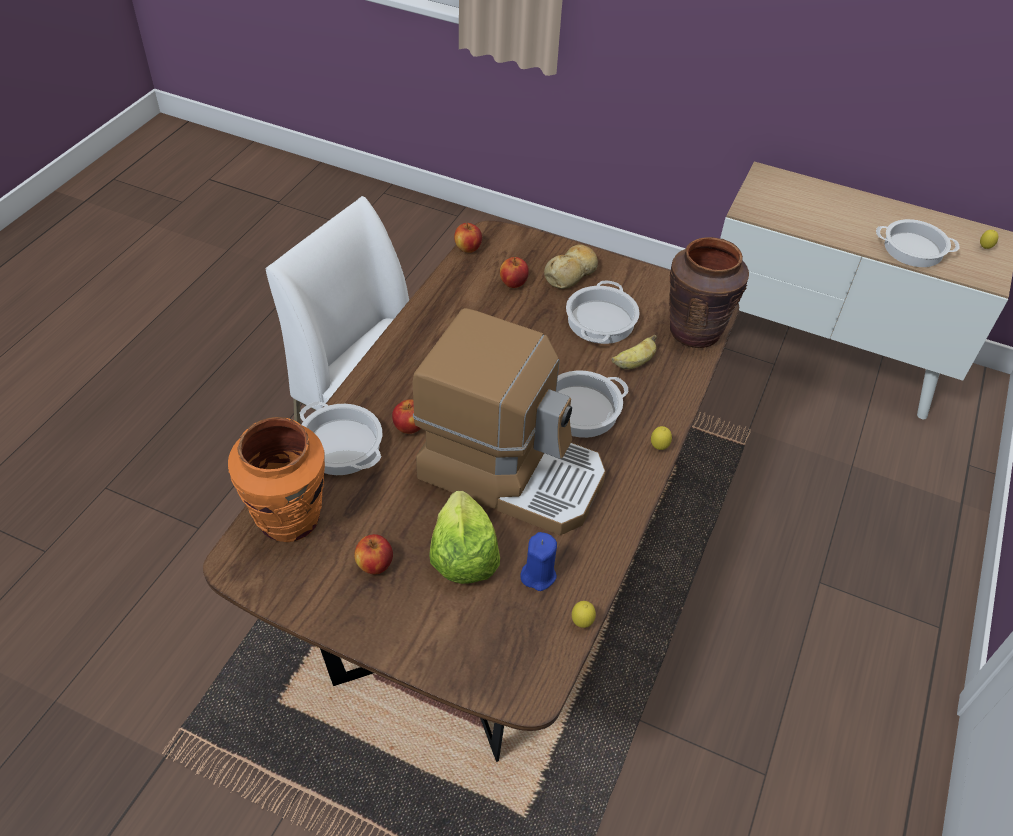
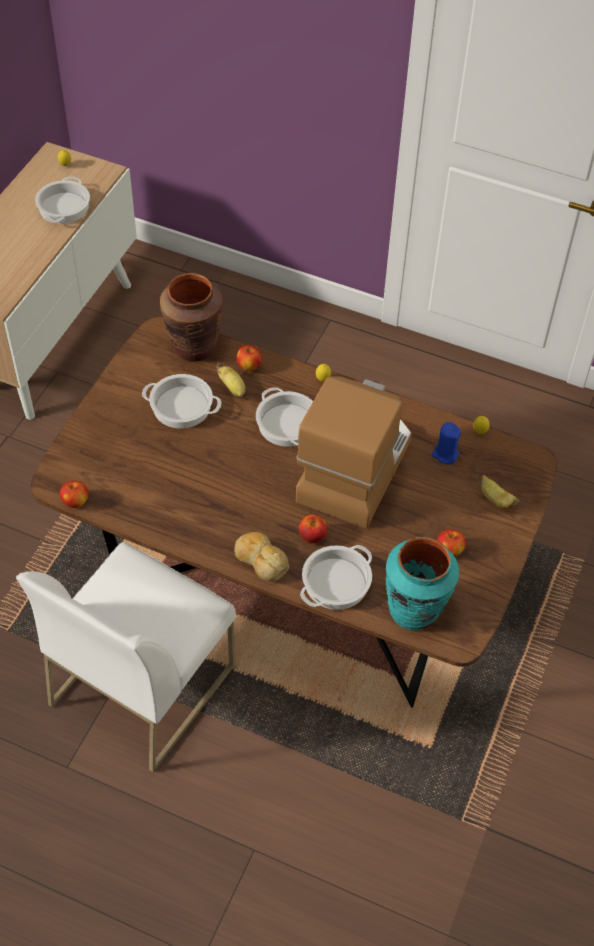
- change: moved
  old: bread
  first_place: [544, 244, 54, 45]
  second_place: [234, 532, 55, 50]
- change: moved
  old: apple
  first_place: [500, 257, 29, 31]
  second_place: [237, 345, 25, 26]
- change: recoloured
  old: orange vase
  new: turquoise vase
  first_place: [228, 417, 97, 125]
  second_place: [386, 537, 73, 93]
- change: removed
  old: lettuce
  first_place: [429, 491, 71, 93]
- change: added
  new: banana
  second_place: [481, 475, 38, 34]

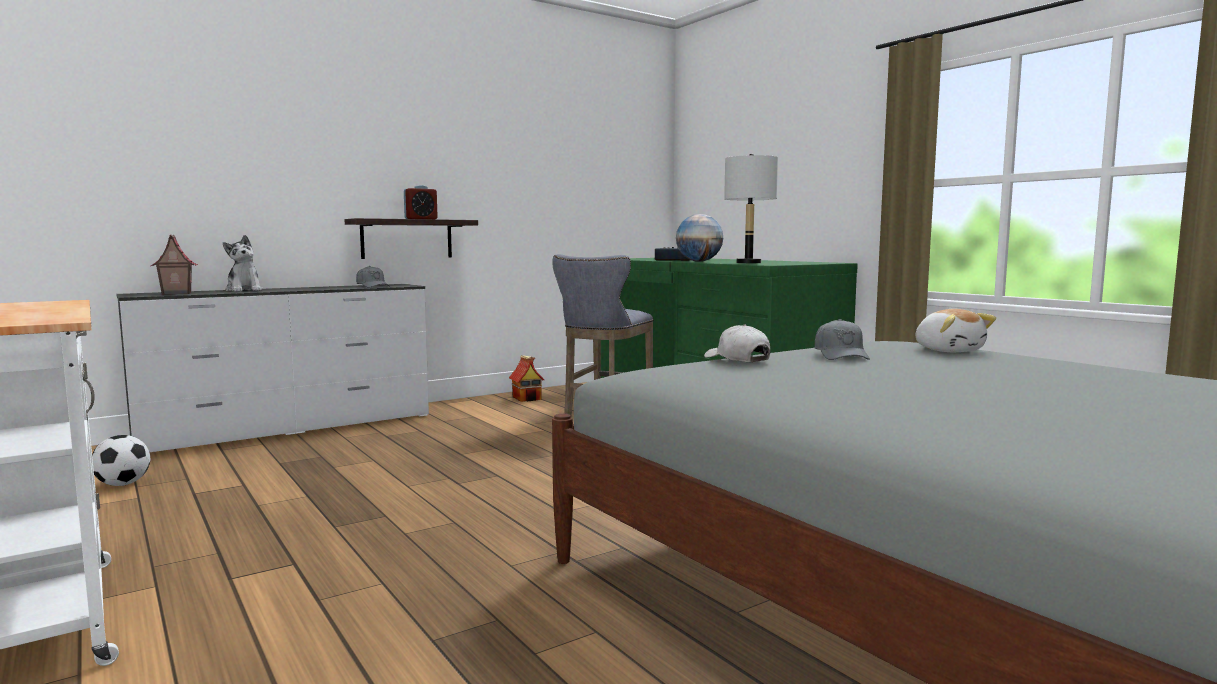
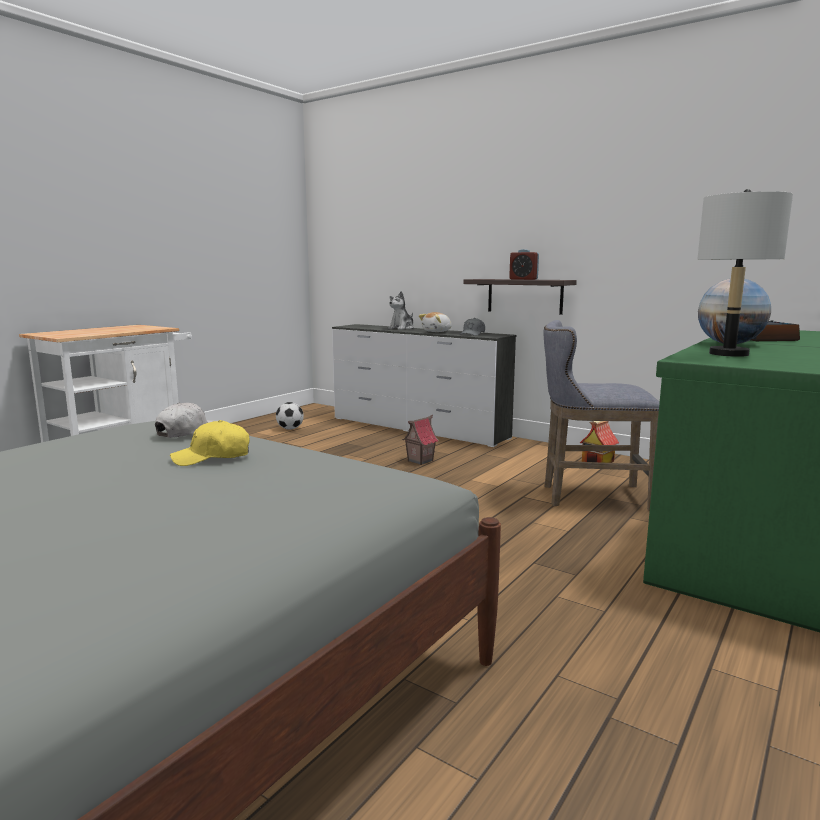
- change: moved
  old: toy house
  first_place: [150, 234, 47, 61]
  second_place: [402, 415, 37, 50]
- change: moved
  old: plush toy
  first_place: [916, 309, 80, 43]
  second_place: [419, 312, 33, 20]
- change: recoloured
  old: grey cap
  new: yellow cap
  first_place: [815, 319, 55, 41]
  second_place: [170, 420, 80, 46]

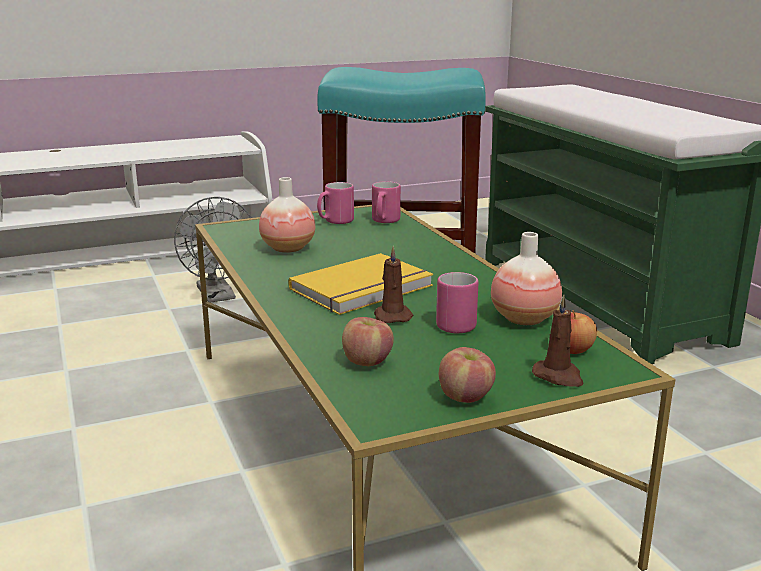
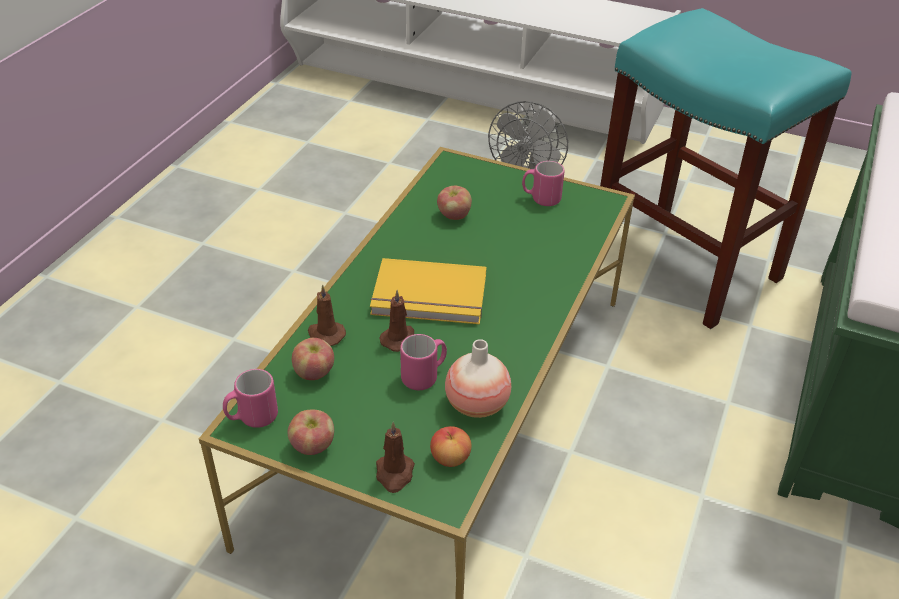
- change: replaced
  old: vase
  new: apple
  first_place: [259, 177, 56, 76]
  second_place: [437, 186, 35, 34]
- change: moved
  old: pink mug
  first_place: [372, 181, 29, 42]
  second_place: [223, 369, 55, 59]
- change: added
  new: brown candle
  second_place: [308, 285, 38, 61]

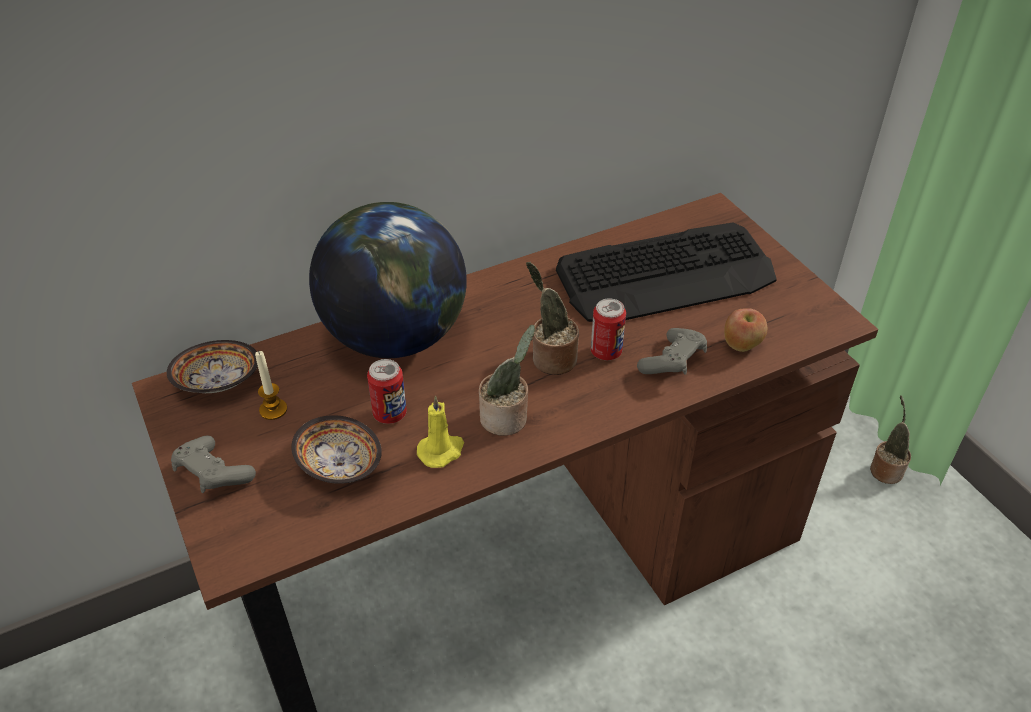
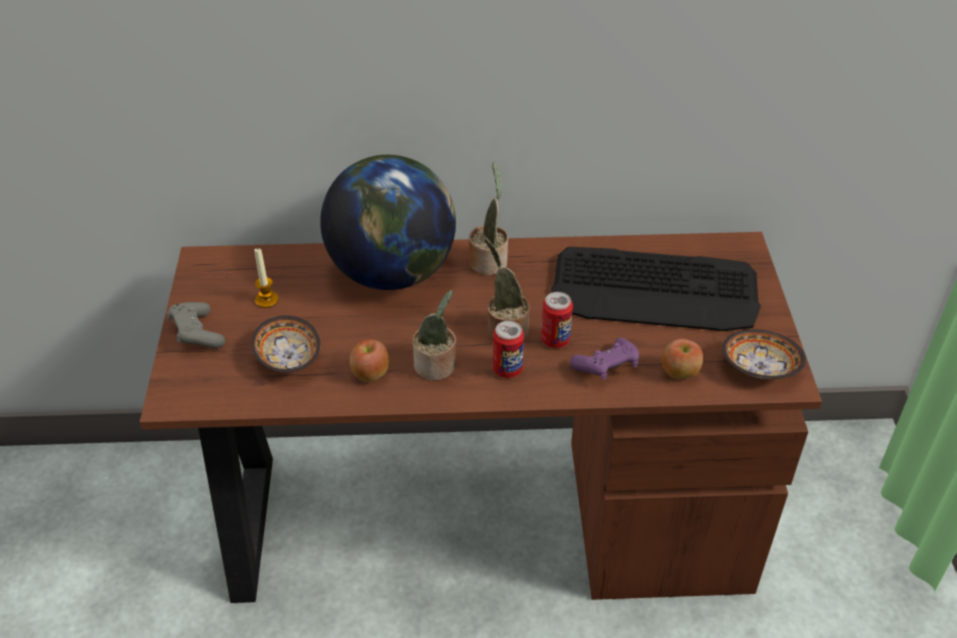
- change: recoloured
  old: grey game controller
  new: purple game controller
  first_place: [637, 328, 70, 47]
  second_place: [570, 338, 69, 42]
- change: moved
  old: bowl
  first_place: [167, 340, 91, 53]
  second_place: [722, 330, 84, 49]
- change: moved
  old: can
  first_place: [367, 359, 40, 65]
  second_place: [493, 321, 31, 57]
- change: replaced
  old: yellow candle
  new: apple
  first_place: [417, 395, 47, 73]
  second_place: [350, 339, 39, 43]
- change: moved
  old: potted plant
  first_place: [870, 395, 41, 89]
  second_place: [469, 162, 39, 113]

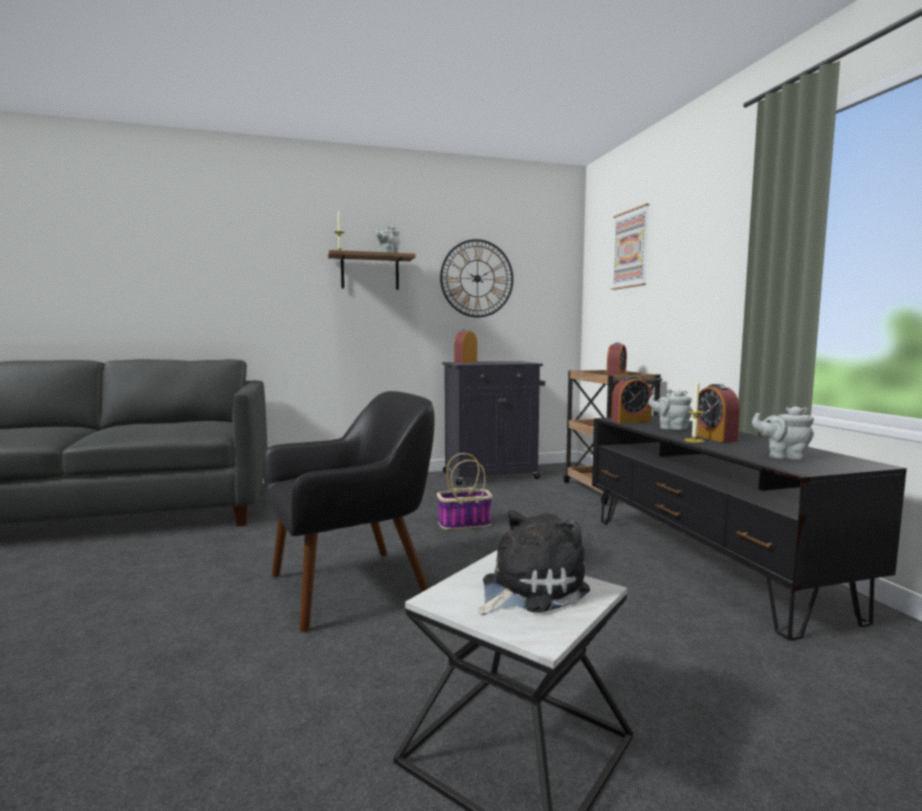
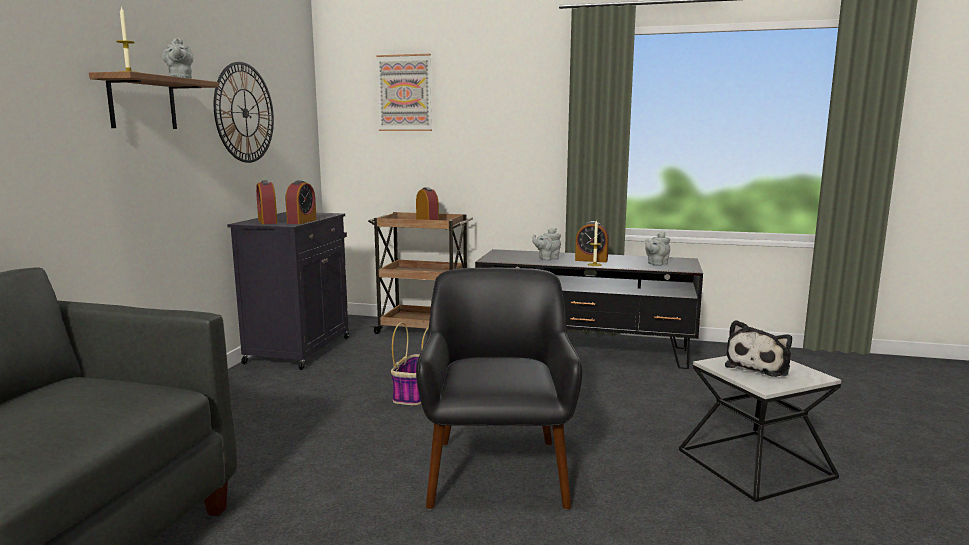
- change: moved
  old: alarm clock
  first_place: [611, 376, 41, 47]
  second_place: [286, 180, 31, 44]
- change: turned
  old: plush toy
  first_place: [478, 510, 112, 105]
  second_place: [725, 320, 67, 57]
  degrees: -135

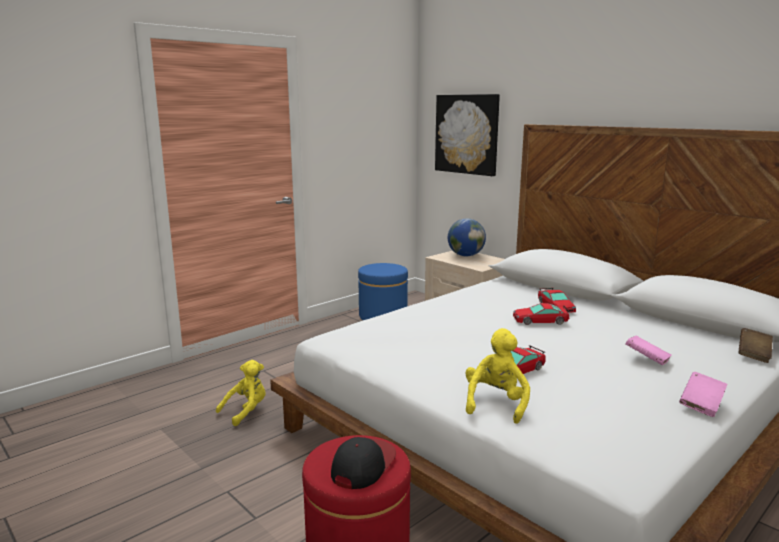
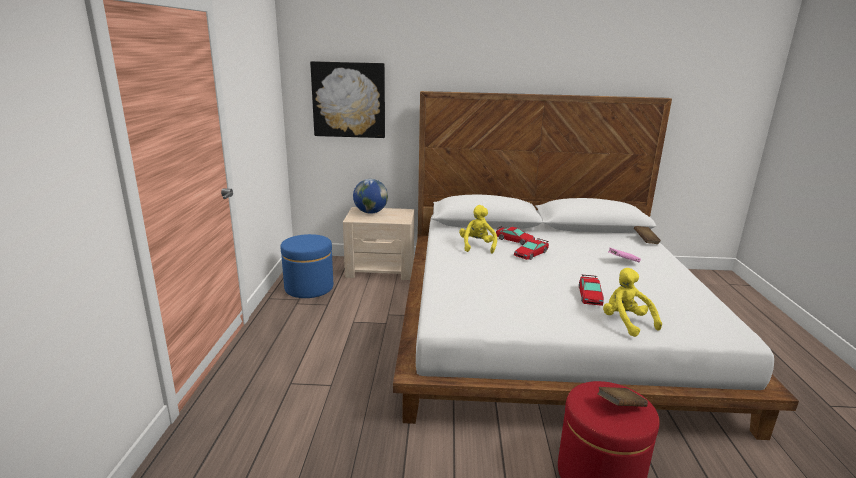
- change: moved
  old: yellow plush toy
  first_place: [216, 360, 50, 66]
  second_place: [459, 205, 38, 49]
- change: removed
  old: pink book
  first_place: [679, 372, 49, 45]
- change: replaced
  old: cap
  new: brown book
  first_place: [331, 437, 65, 52]
  second_place: [597, 387, 51, 20]

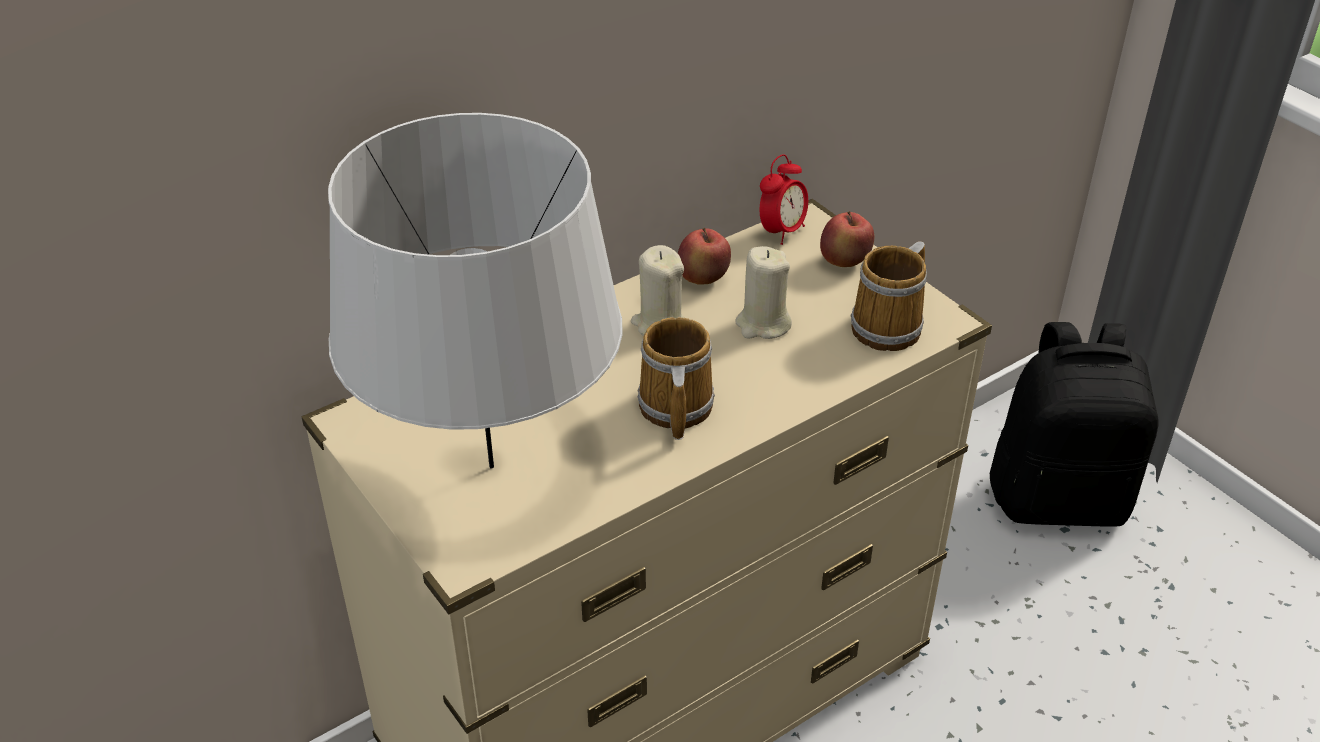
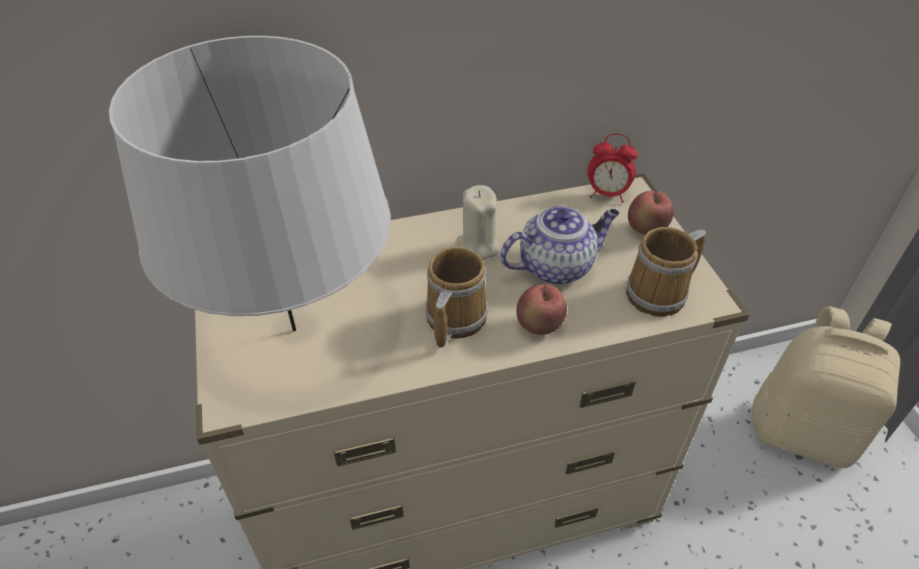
- change: turned
  old: alarm clock
  first_place: [759, 154, 49, 91]
  second_place: [588, 133, 50, 70]
  degrees: 45
- change: moved
  old: apple
  first_place: [678, 228, 53, 57]
  second_place: [516, 284, 51, 51]
- change: replaced
  old: beige candle
  new: teapot
  first_place: [735, 246, 57, 93]
  second_place: [500, 205, 119, 80]
- change: recoloured
  old: black backpack
  new: beige backpack
  first_place: [990, 322, 169, 205]
  second_place: [752, 306, 148, 162]

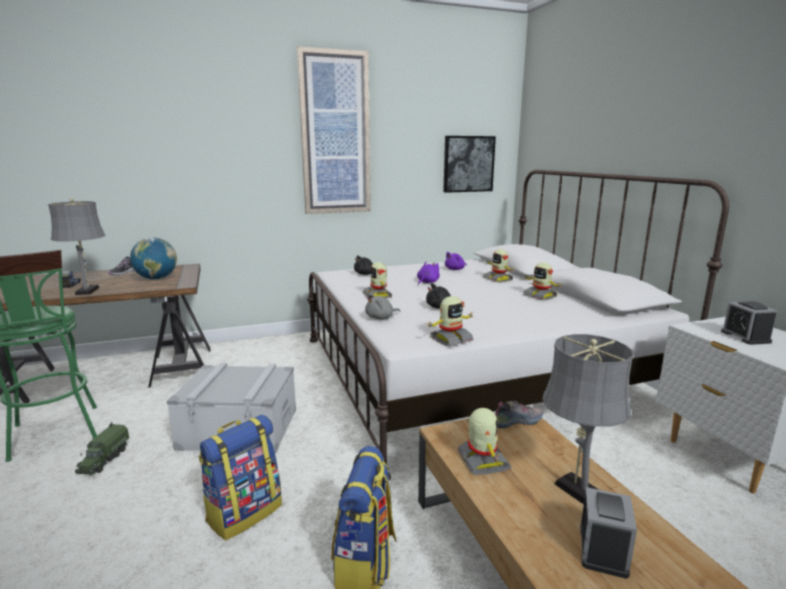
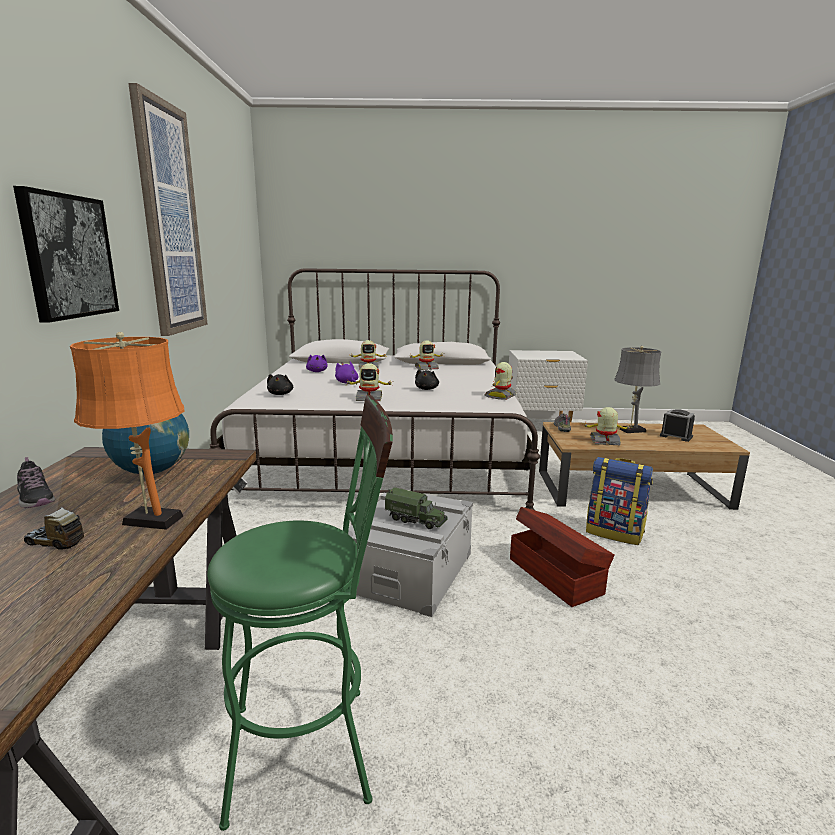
- change: moved
  old: picture
  first_place: [443, 136, 53, 57]
  second_place: [13, 186, 106, 137]
- change: recoloured
  old: grey table lamp
  new: orange table lamp
  first_place: [48, 198, 57, 97]
  second_place: [70, 332, 114, 198]
- change: removed
  old: grey plush toy
  first_place: [365, 293, 36, 26]
- change: turned
  old: toy robot
  first_place: [428, 296, 46, 50]
  second_place: [484, 362, 32, 38]
  degrees: -135
- change: removed
  old: alarm clock
  first_place: [721, 301, 56, 44]
- change: replaced
  old: backpack
  new: brown storage box
  first_place: [199, 415, 83, 125]
  second_place: [510, 507, 105, 100]
- change: moved
  old: toy truck
  first_place: [75, 422, 55, 53]
  second_place: [385, 487, 63, 42]

